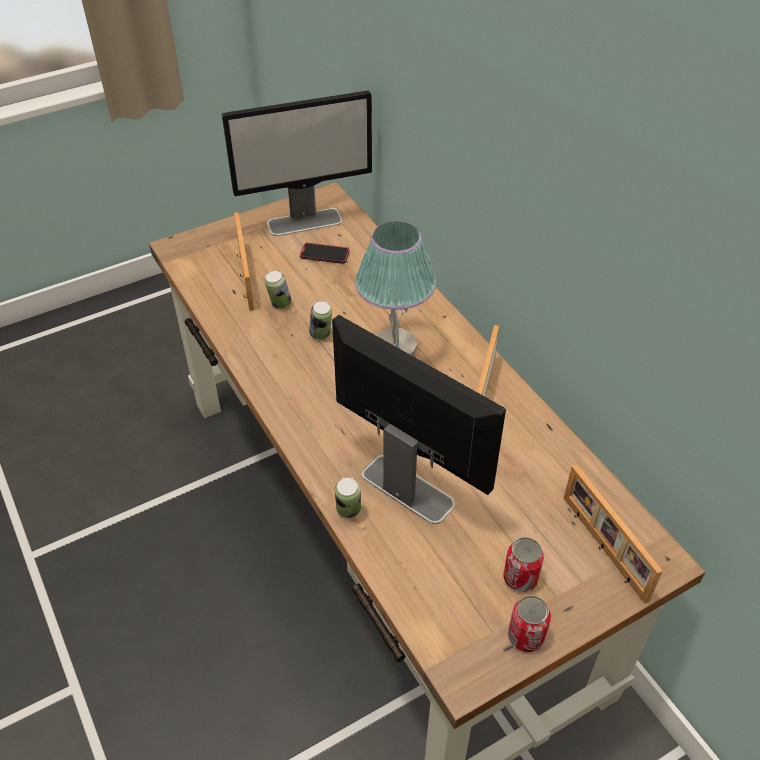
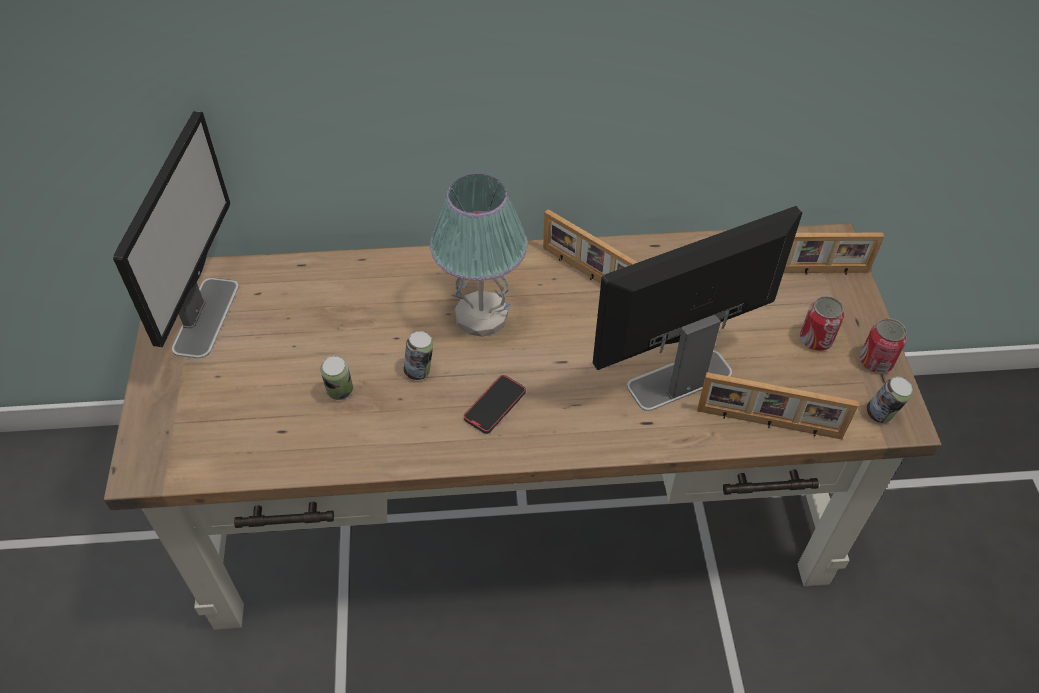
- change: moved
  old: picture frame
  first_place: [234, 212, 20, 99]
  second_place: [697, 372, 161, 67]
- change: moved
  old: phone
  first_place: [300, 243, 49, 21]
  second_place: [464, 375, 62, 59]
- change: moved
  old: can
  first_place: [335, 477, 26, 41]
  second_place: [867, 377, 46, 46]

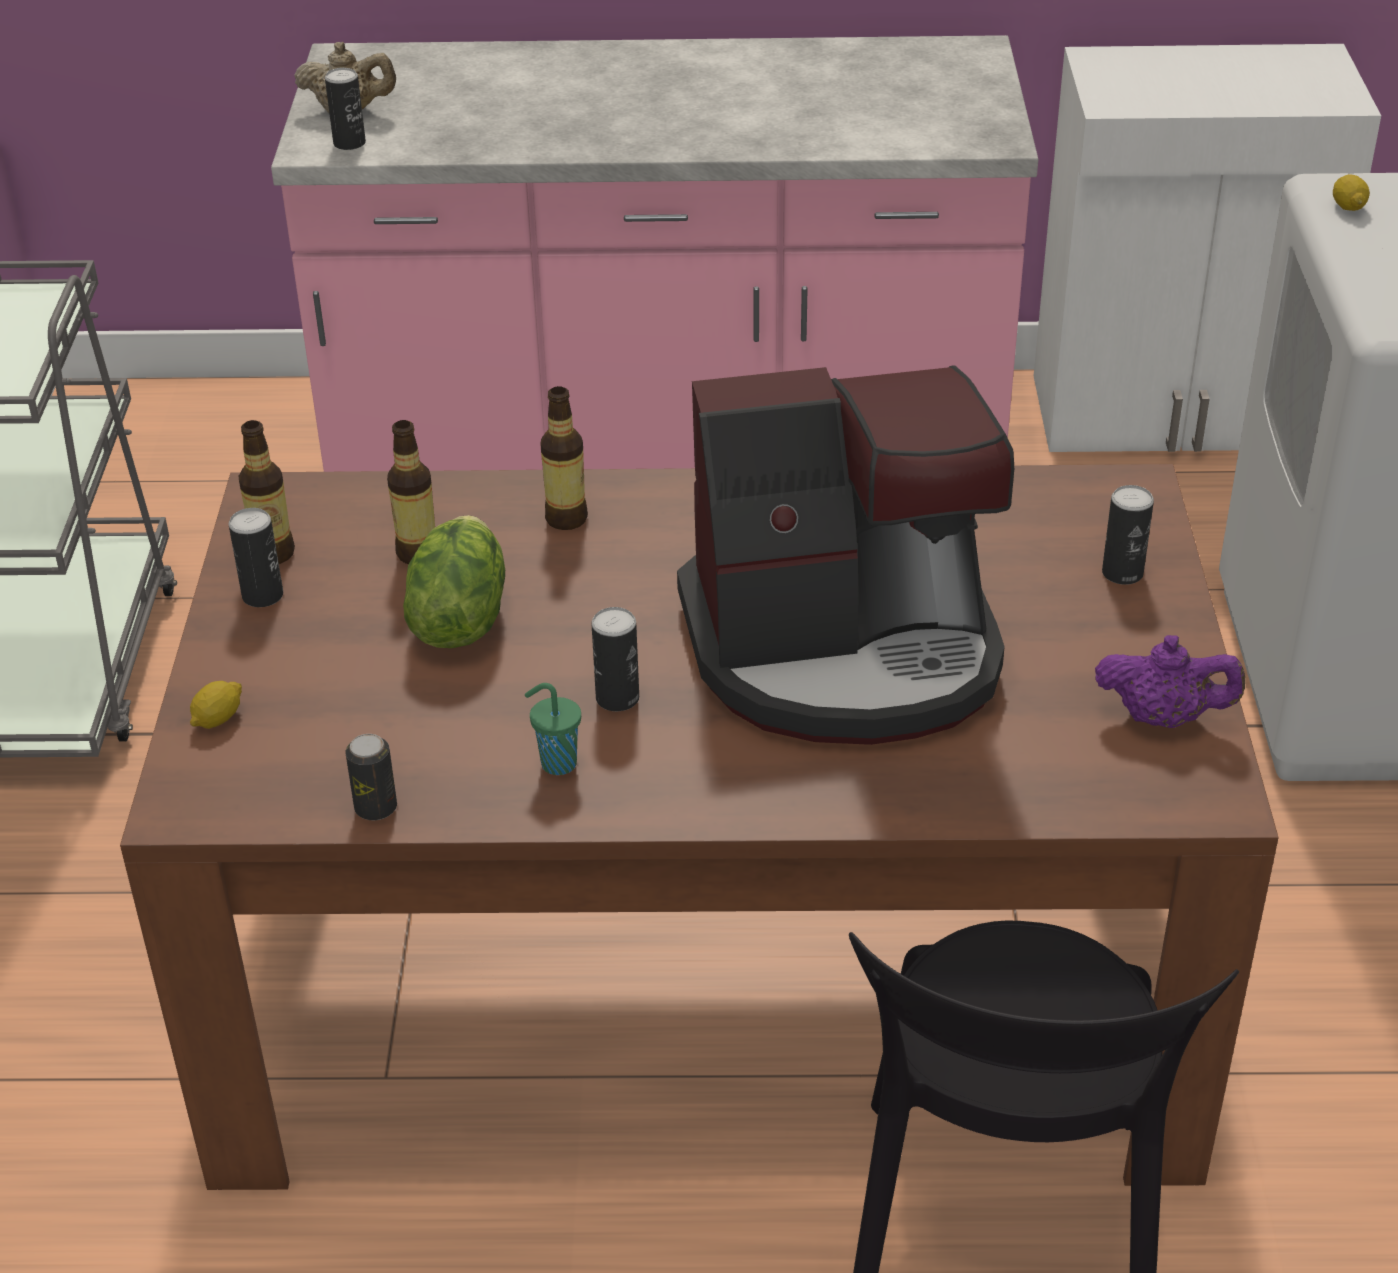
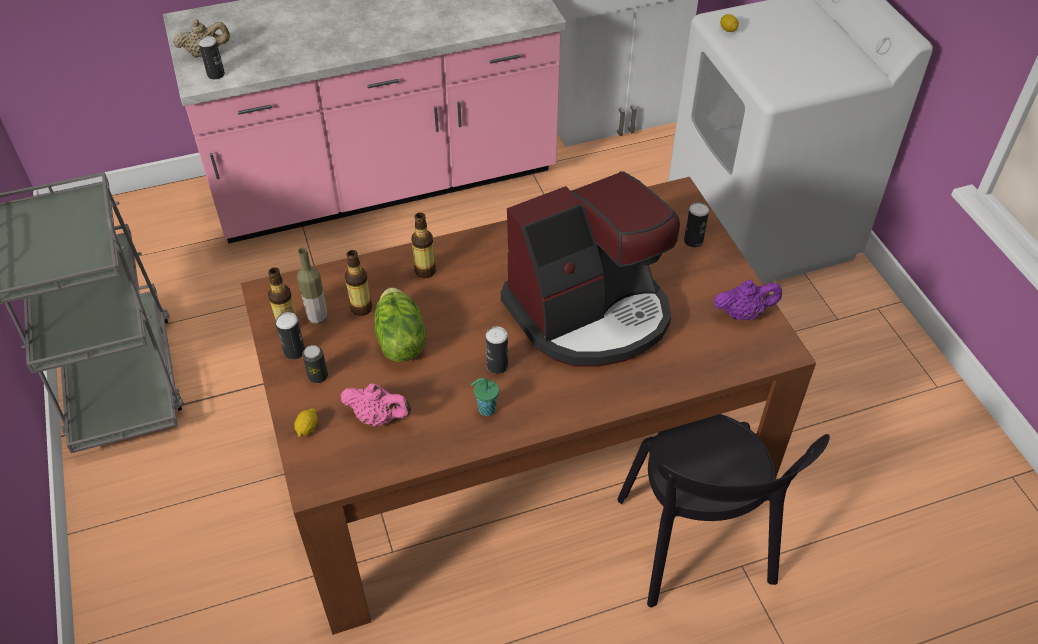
- change: moved
  old: can
  first_place: [346, 734, 51, 87]
  second_place: [302, 345, 26, 38]
- change: added
  new: bottle
  second_place: [297, 248, 30, 76]
- change: added
  new: pink teapot
  second_place: [340, 383, 71, 44]

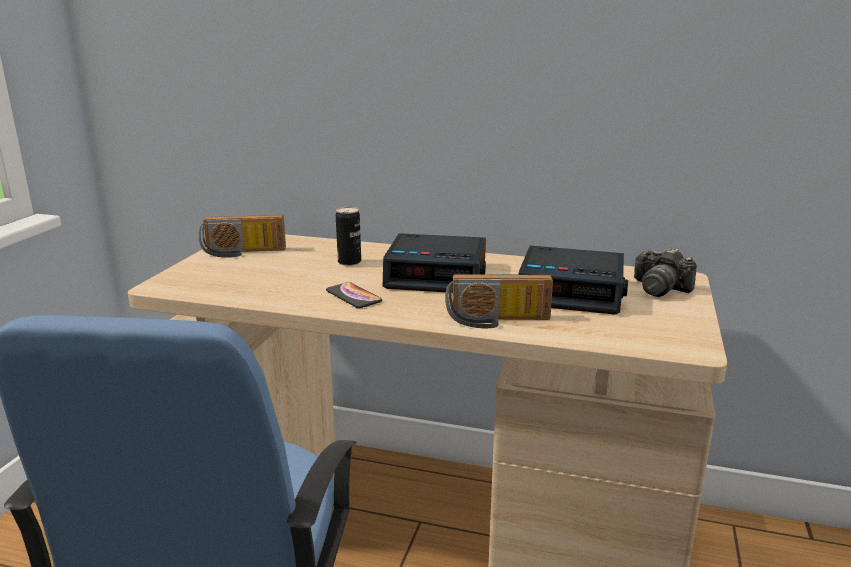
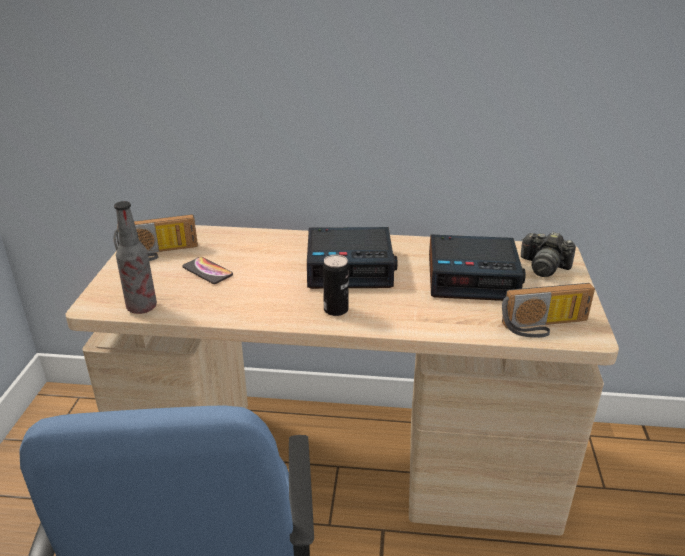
- change: moved
  old: can
  first_place: [336, 207, 25, 59]
  second_place: [323, 255, 26, 61]
- change: moved
  old: radio
  first_place: [445, 274, 108, 54]
  second_place: [502, 283, 93, 55]
- change: moved
  old: phone
  first_place: [326, 282, 56, 26]
  second_place: [182, 257, 51, 27]
- change: added
  new: bottle
  second_place: [114, 201, 43, 113]

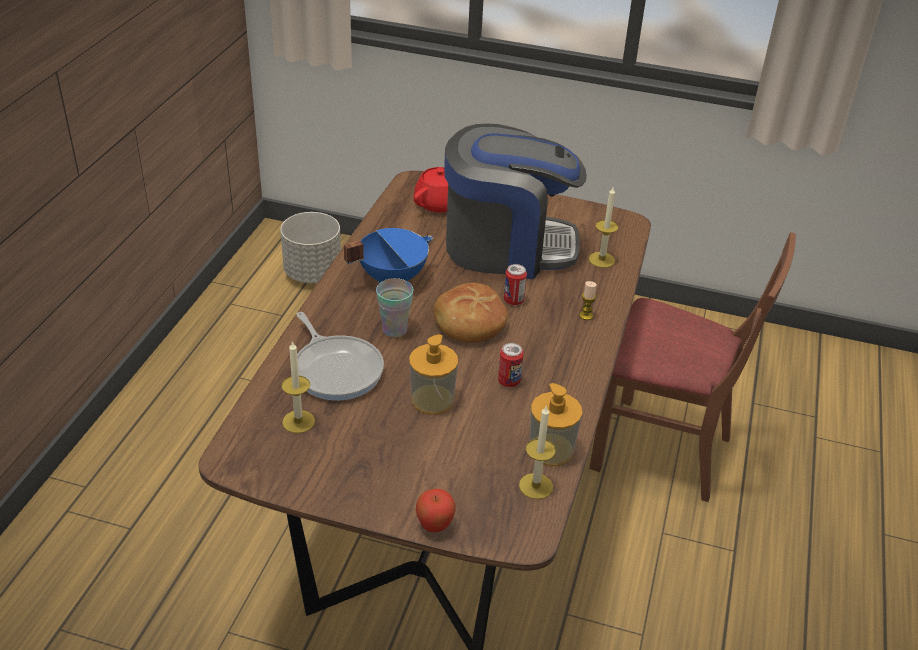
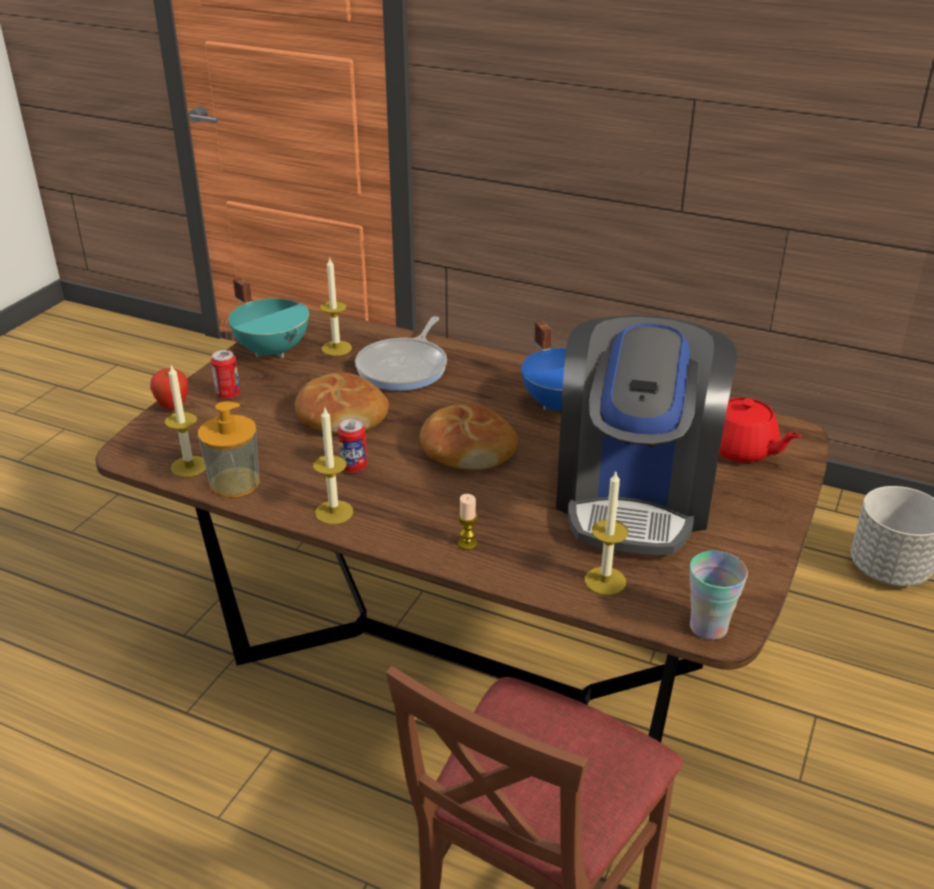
- change: moved
  old: can
  first_place: [504, 264, 23, 41]
  second_place: [211, 350, 29, 49]
- change: moved
  old: cup
  first_place: [376, 278, 37, 59]
  second_place: [689, 551, 59, 89]
- change: turned
  old: frying pan
  first_place: [296, 312, 88, 89]
  second_place: [355, 316, 92, 75]
  degrees: -45
- change: replaced
  old: soap dispenser
  new: bread
  first_place: [409, 334, 49, 80]
  second_place: [295, 373, 94, 61]
- change: added
  new: turquoise cooking pot
  second_place: [228, 278, 81, 80]
- change: added
  new: candle
  second_place: [313, 408, 40, 116]

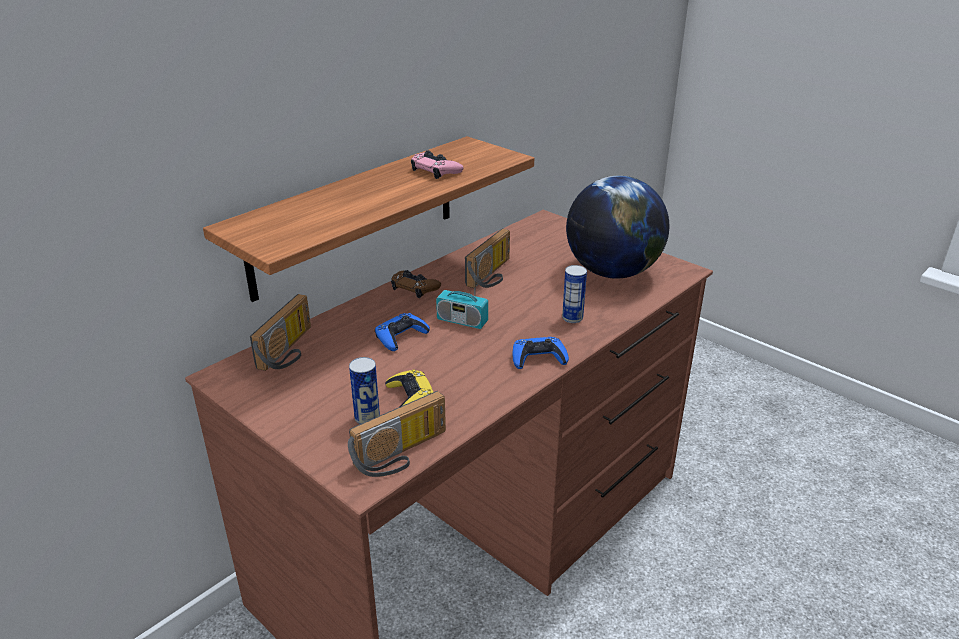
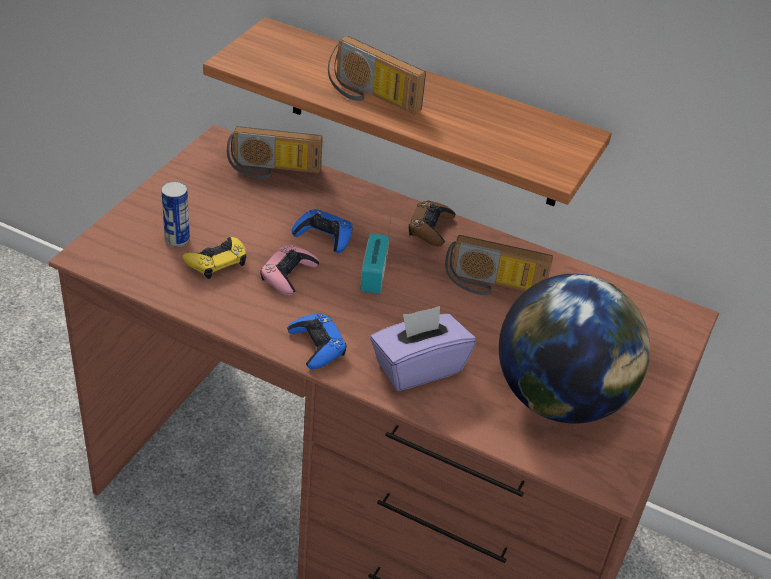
- change: moved
  old: pink game controller
  first_place: [411, 150, 52, 29]
  second_place: [260, 245, 59, 51]
- change: replaced
  old: can
  new: purple tissue box
  first_place: [562, 265, 25, 58]
  second_place: [370, 306, 106, 85]
- change: moved
  old: radio
  first_place: [348, 391, 98, 86]
  second_place: [328, 36, 98, 79]

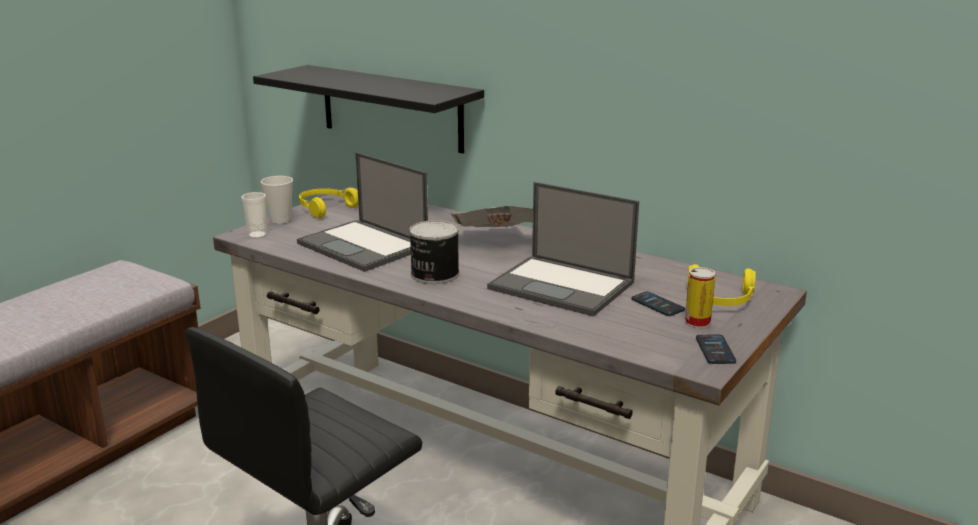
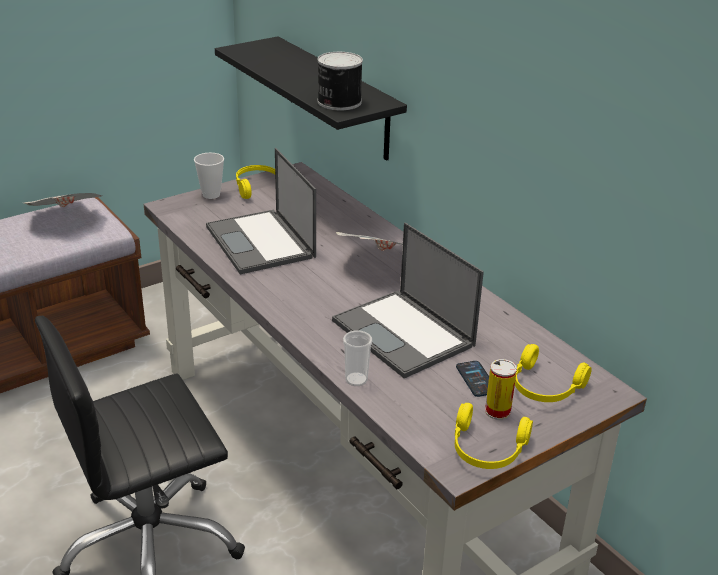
- change: moved
  old: cup
  first_place: [241, 192, 26, 46]
  second_place: [343, 330, 29, 56]
- change: moved
  old: can
  first_place: [409, 220, 50, 64]
  second_place: [317, 52, 46, 58]
- change: replaced
  old: phone
  new: yellow headphones
  first_place: [696, 335, 40, 29]
  second_place: [455, 403, 78, 66]
- change: added
  new: newspaper
  second_place: [24, 193, 78, 14]

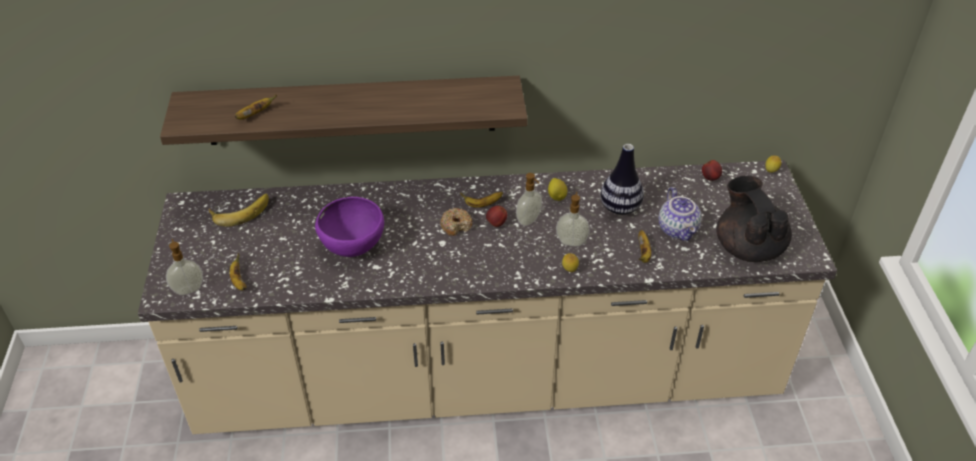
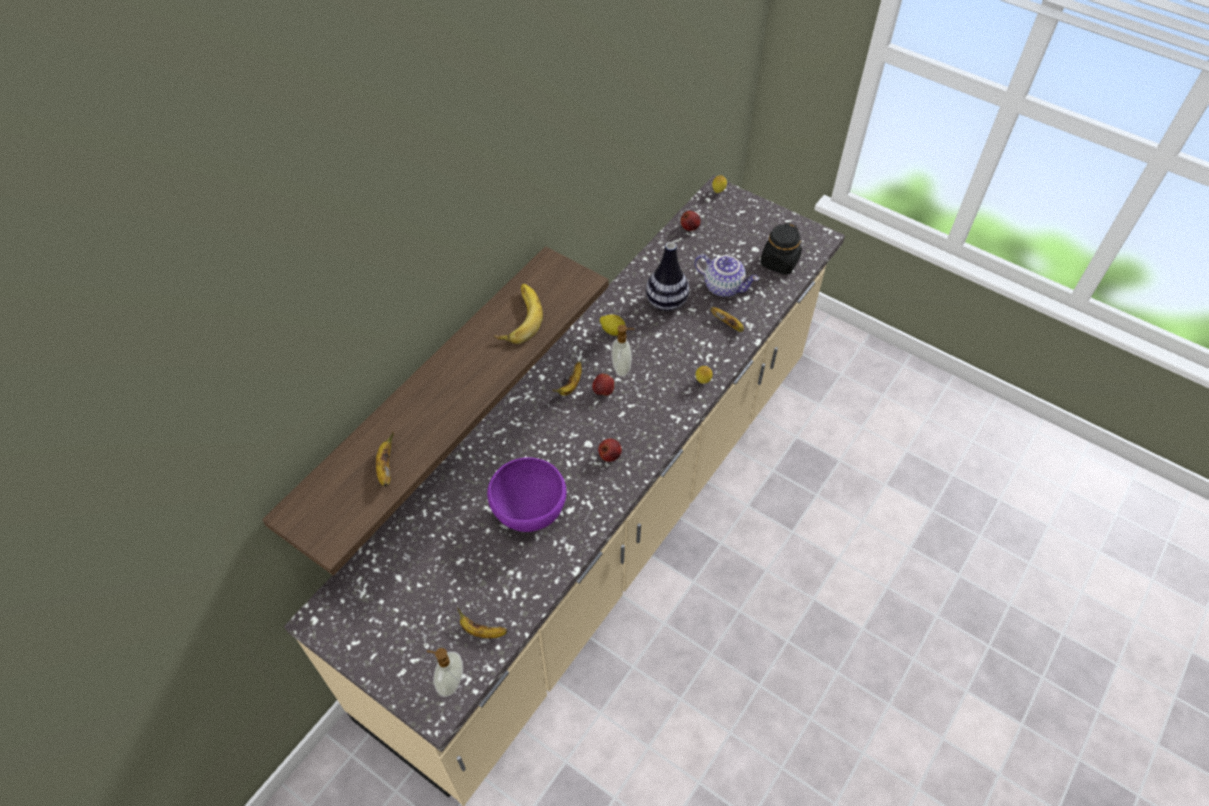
- change: replaced
  old: black teapot
  new: black jar
  first_place: [716, 175, 76, 87]
  second_place: [760, 223, 42, 52]
- change: removed
  old: soap dispenser
  first_place: [556, 192, 34, 54]
- change: moved
  old: banana
  first_place: [209, 193, 60, 34]
  second_place: [494, 284, 49, 60]
- change: removed
  old: donut
  first_place: [440, 208, 32, 28]
- change: added
  new: apple
  second_place: [598, 439, 24, 23]

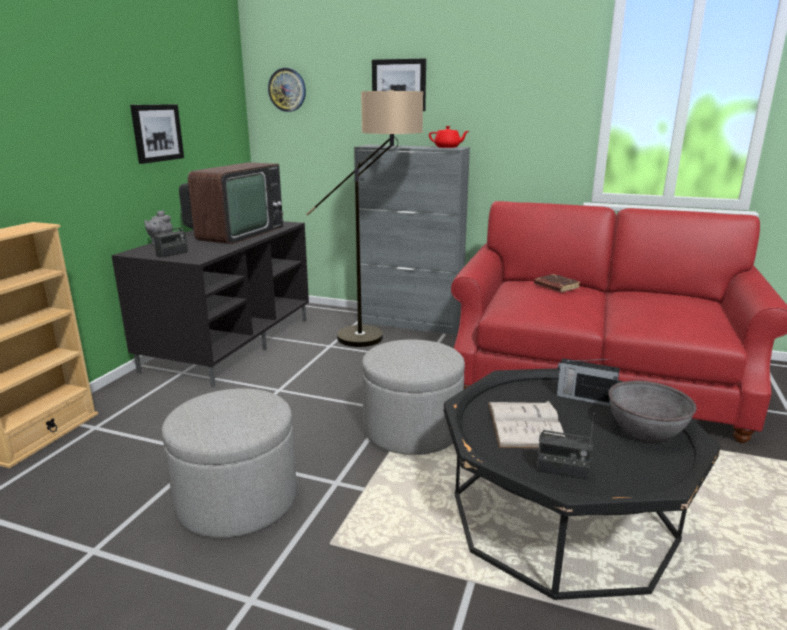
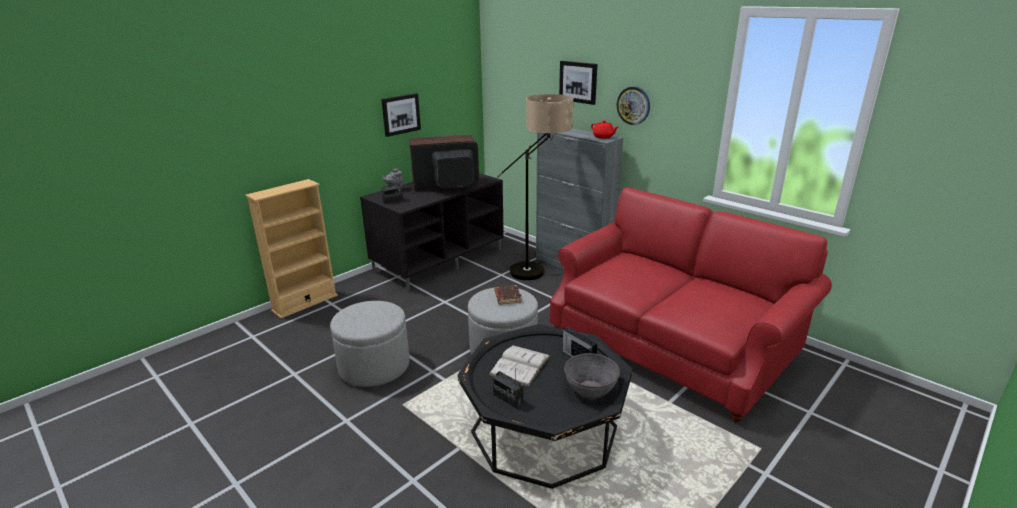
- change: moved
  old: wall clock
  first_place: [268, 68, 38, 44]
  second_place: [617, 86, 33, 39]
- change: turned
  old: television
  first_place: [179, 162, 105, 82]
  second_place: [409, 135, 70, 56]
  degrees: -150
- change: moved
  old: brown book
  first_place: [534, 274, 46, 18]
  second_place: [494, 285, 28, 19]

